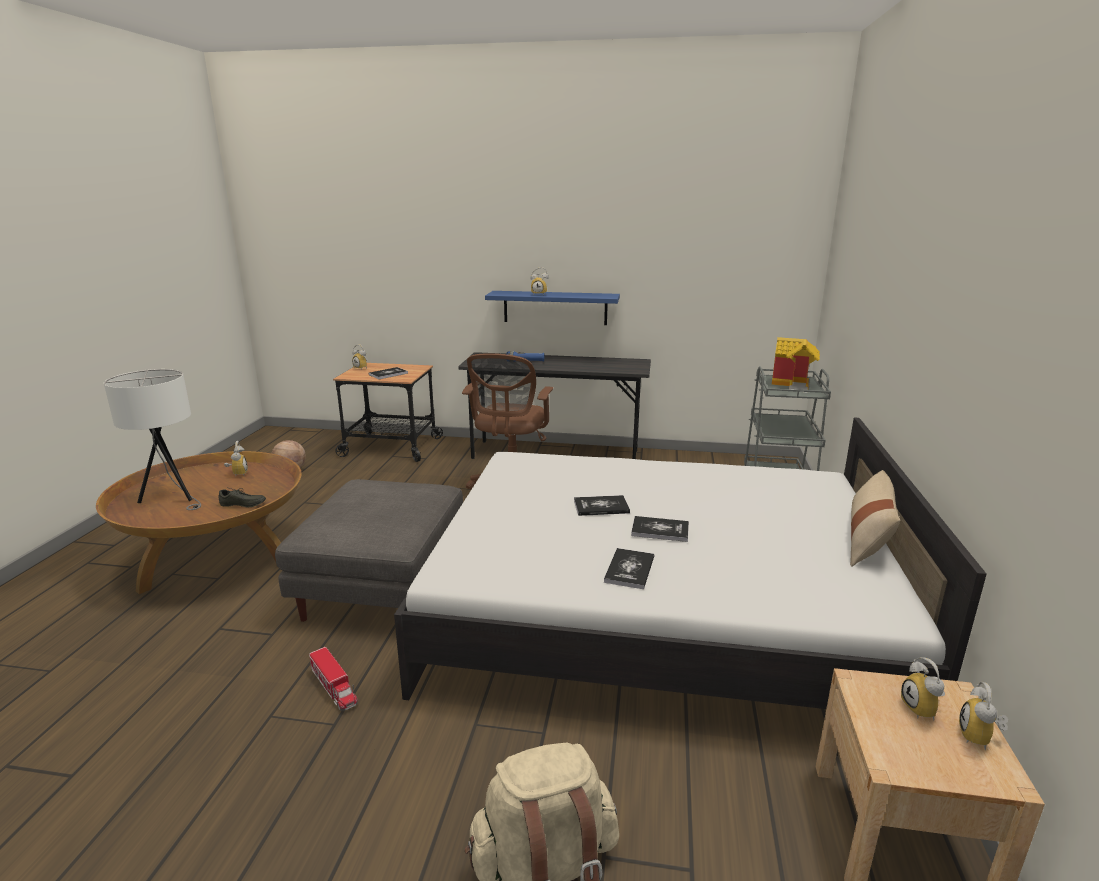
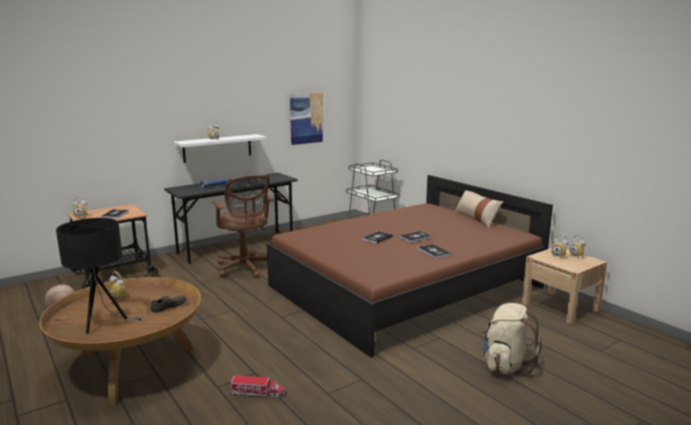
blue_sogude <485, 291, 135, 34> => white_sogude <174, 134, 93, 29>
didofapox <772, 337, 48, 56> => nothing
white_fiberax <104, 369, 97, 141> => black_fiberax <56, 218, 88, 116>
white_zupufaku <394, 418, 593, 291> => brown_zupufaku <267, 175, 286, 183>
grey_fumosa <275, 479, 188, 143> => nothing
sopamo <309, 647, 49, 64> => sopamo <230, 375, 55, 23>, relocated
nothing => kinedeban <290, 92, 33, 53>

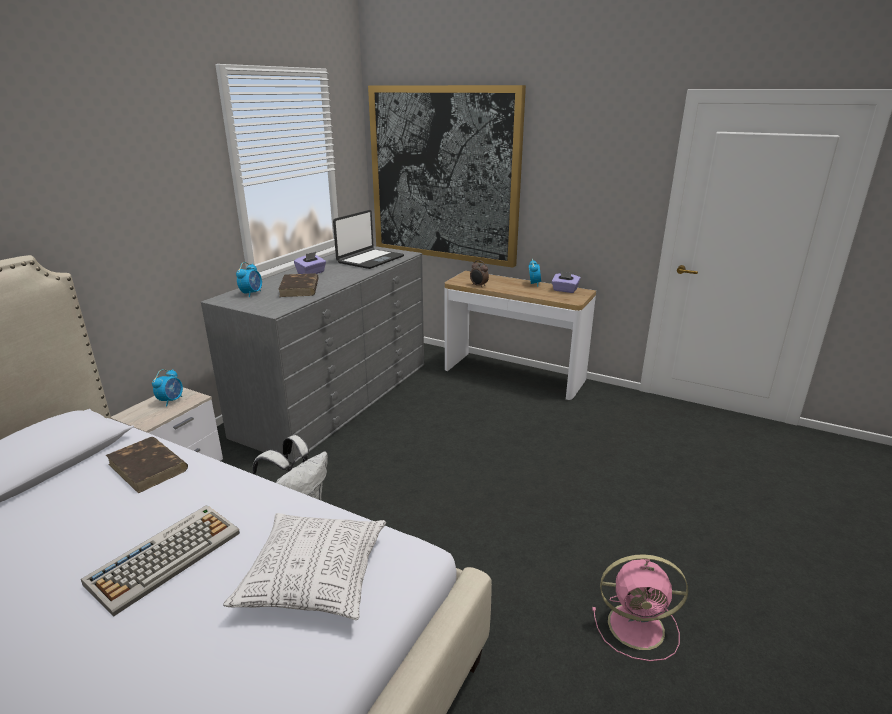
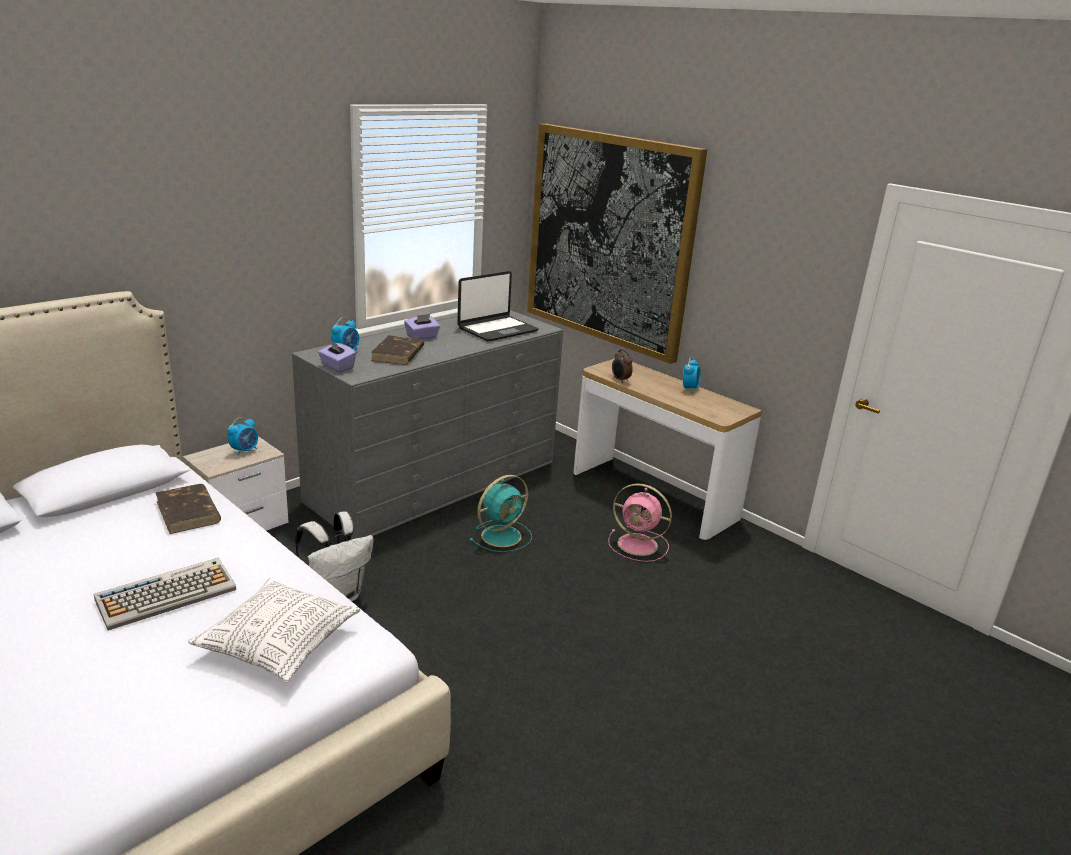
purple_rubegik <552, 271, 29, 22> => purple_rubegik <318, 340, 38, 32>, relocated
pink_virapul <592, 554, 96, 107> => pink_virapul <608, 483, 64, 79>, relocated
nothing => turquoise_virapul <470, 475, 62, 77>

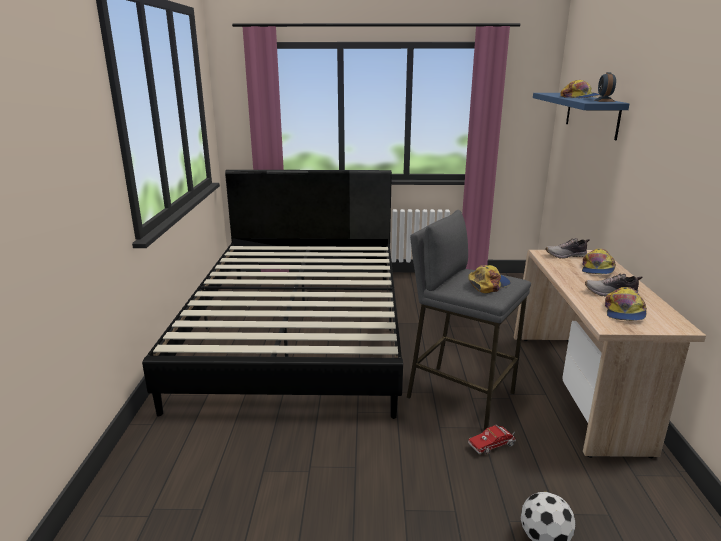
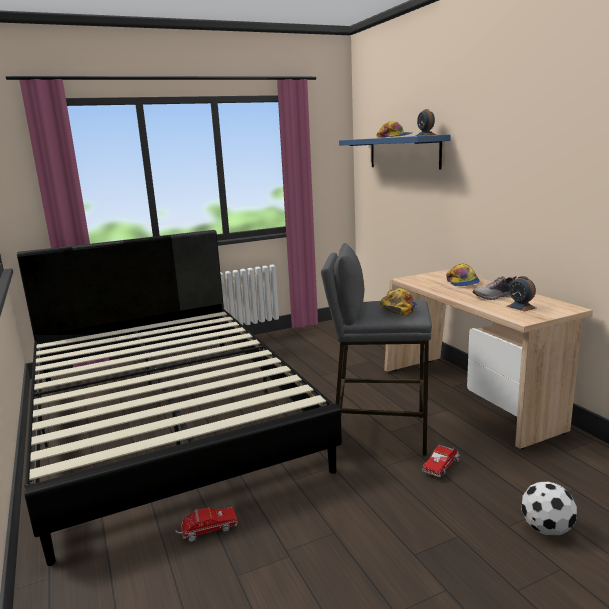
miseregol <545, 238, 45, 21> => nothing
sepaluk <605, 287, 42, 34> => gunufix <506, 276, 30, 35>
nothing => sopamo <175, 507, 63, 35>

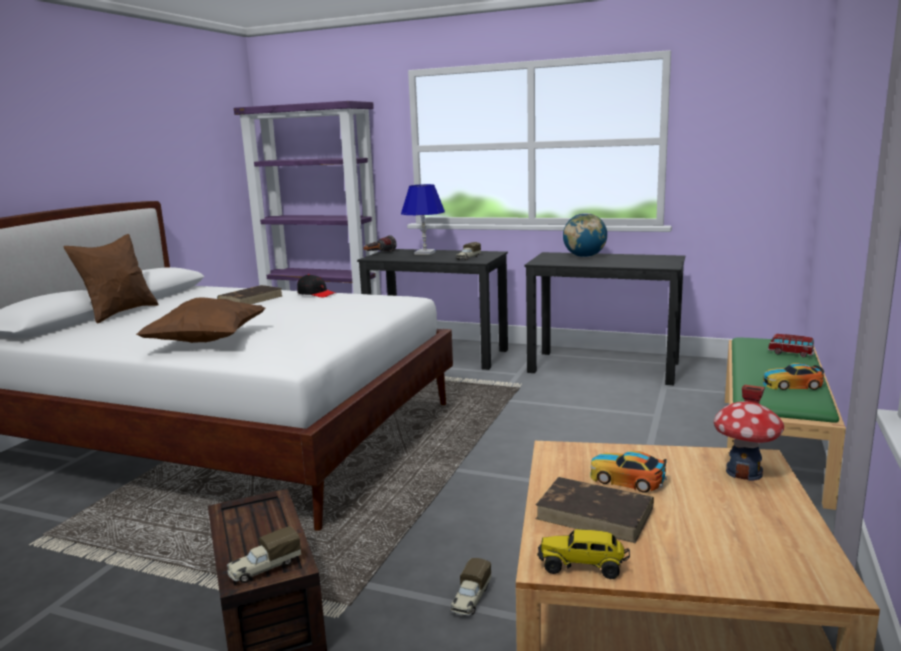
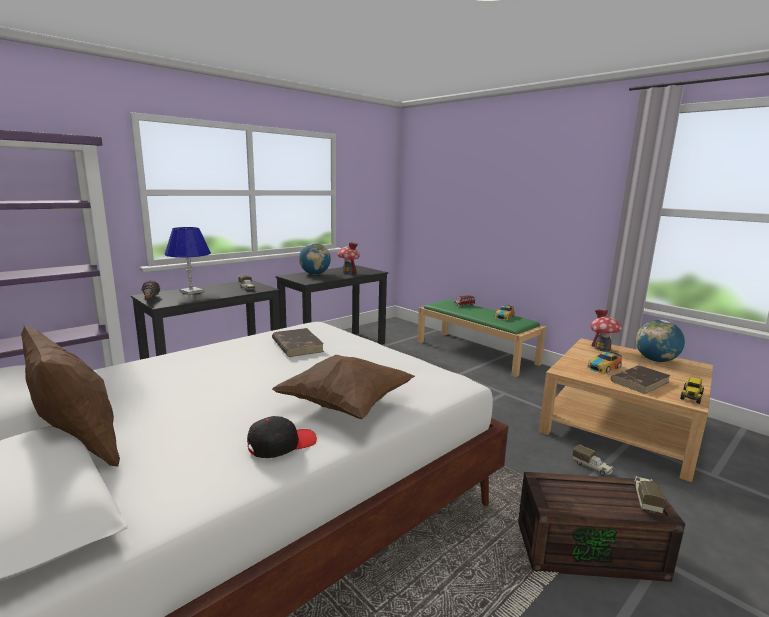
black_sepaluk <297, 274, 38, 23> => black_sepaluk <247, 416, 70, 42>, relocated
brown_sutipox <217, 285, 65, 19> => brown_sutipox <272, 328, 52, 29>, relocated
sopamo <227, 526, 74, 57> => sopamo <634, 476, 32, 38>, 150 degrees counterclockwise
nothing => didofapox <337, 242, 23, 32>
nothing => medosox <636, 320, 49, 42>

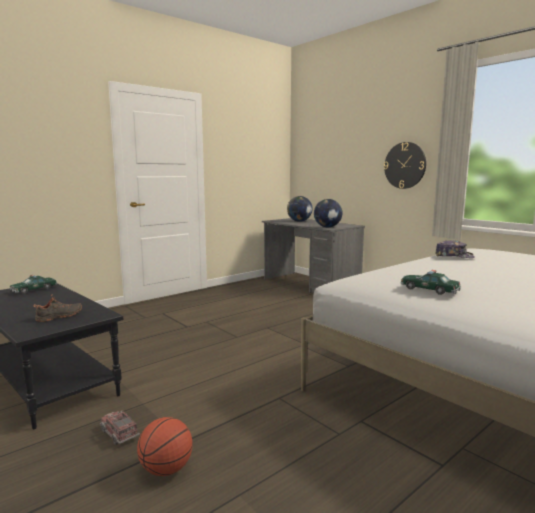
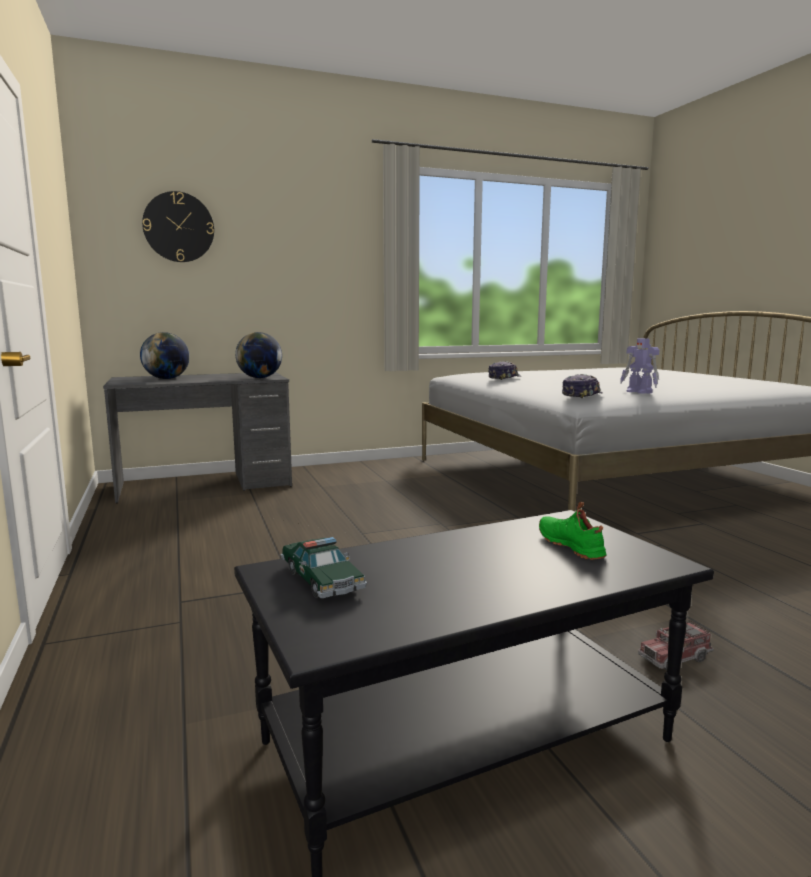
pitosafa <384, 142, 42, 47> => pitosafa <142, 191, 72, 71>, relocated
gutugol <401, 270, 60, 25> => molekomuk <620, 338, 39, 56>
black_miseregol <34, 294, 48, 28> => green_miseregol <539, 502, 68, 58>
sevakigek <137, 417, 56, 59> => nothing
nothing => sepaluk <562, 374, 41, 24>

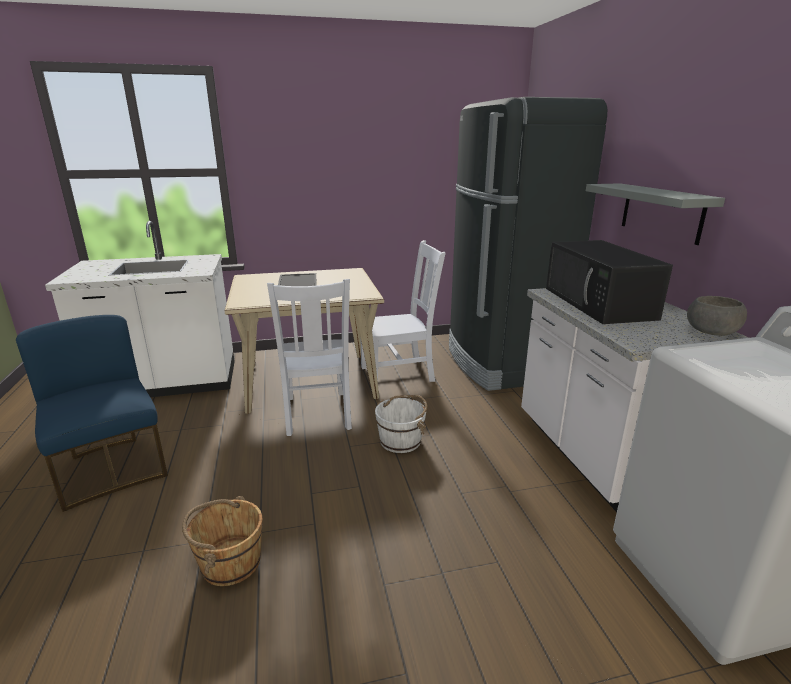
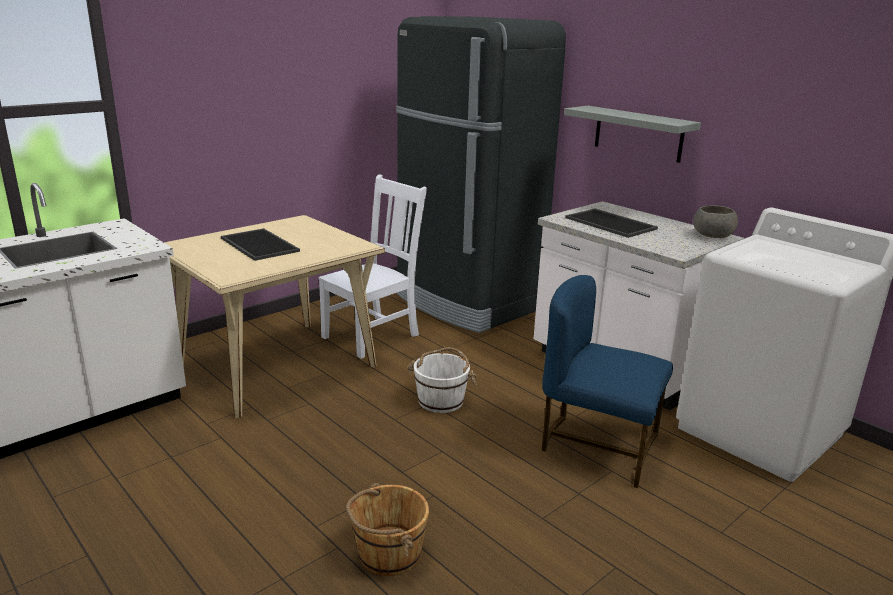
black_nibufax <546, 240, 127, 84> => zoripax <565, 209, 93, 29>
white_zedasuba <267, 279, 85, 157> => nothing
blue_zedasuba <16, 315, 152, 197> => blue_zedasuba <542, 275, 131, 213>, relocated

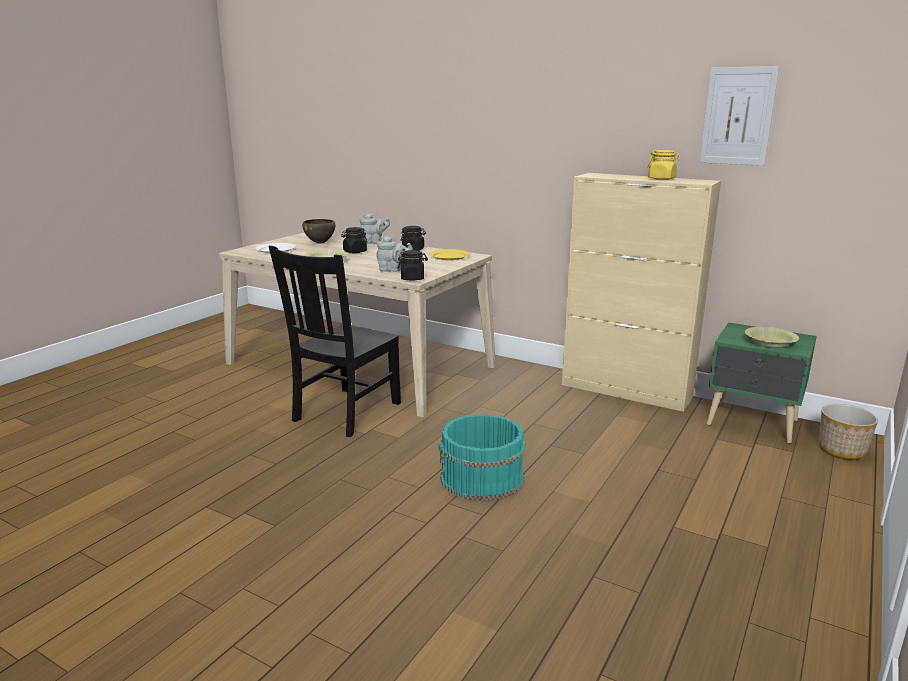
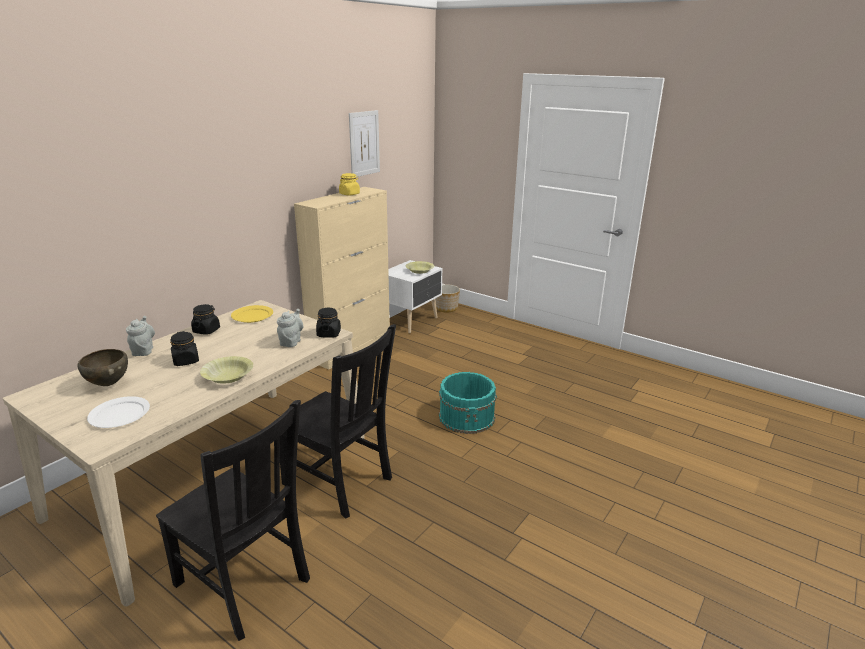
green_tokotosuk <706, 322, 111, 121> => white_tokotosuk <388, 260, 54, 73>
nothing => black_zedasuba <156, 400, 154, 241>

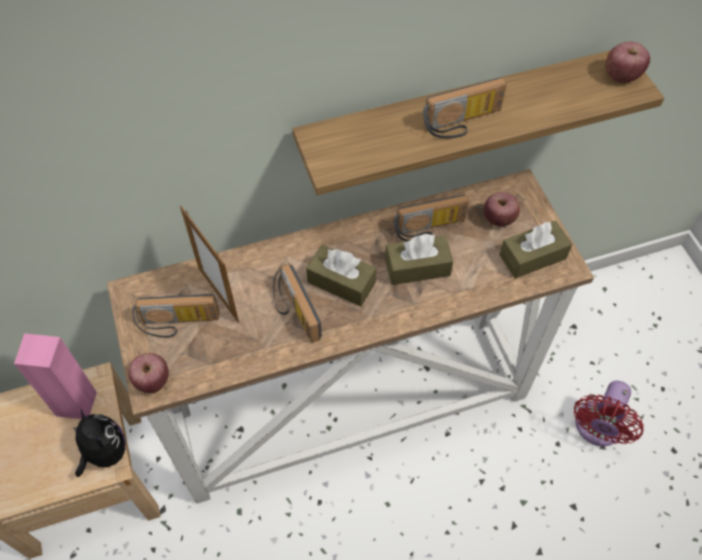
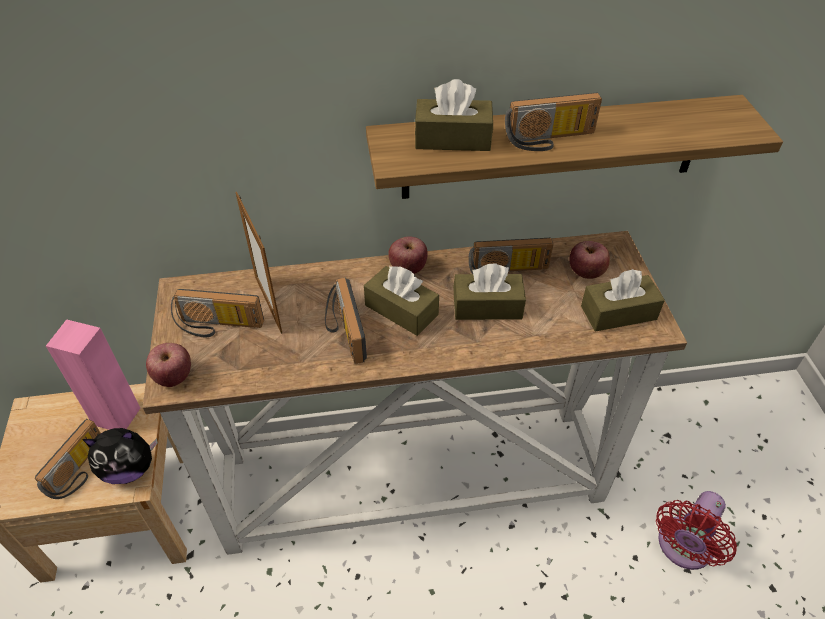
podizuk <605, 41, 45, 42> => podizuk <388, 236, 40, 38>, relocated
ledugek <73, 409, 52, 68> => ledugek <82, 428, 76, 56>, 105 degrees clockwise
nothing => brown_rubegik <415, 79, 78, 72>
nothing => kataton <35, 419, 66, 80>

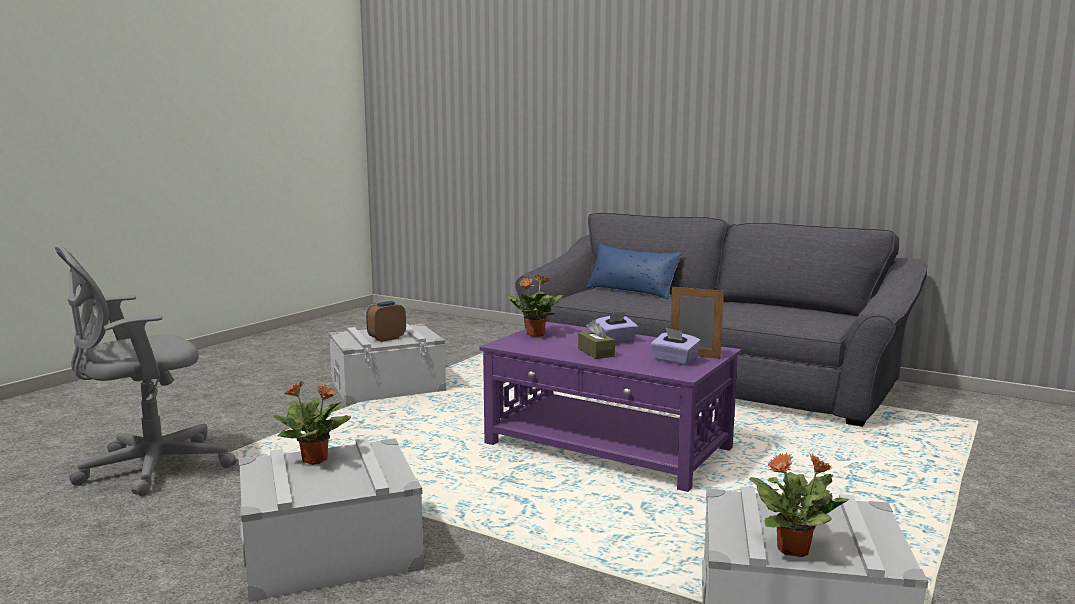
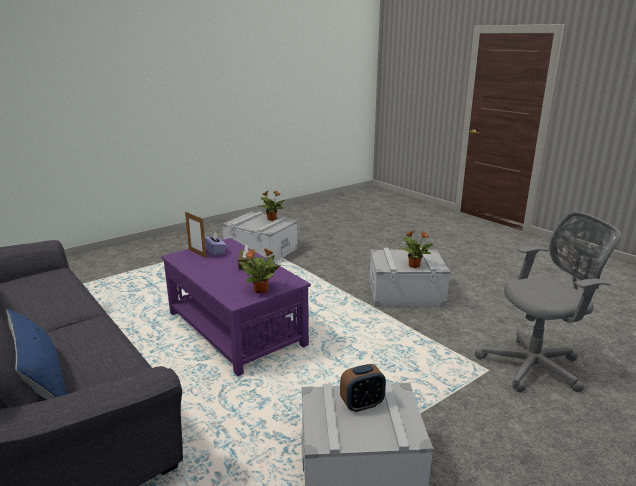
purple_rubegik <596, 311, 42, 33> => nothing

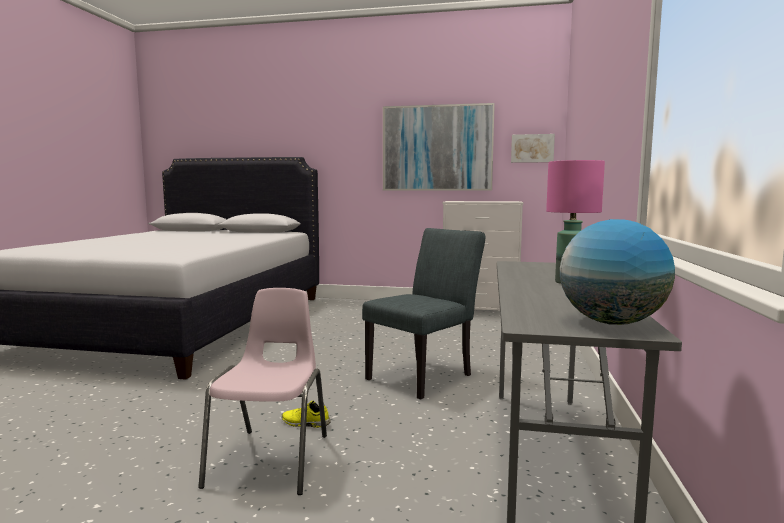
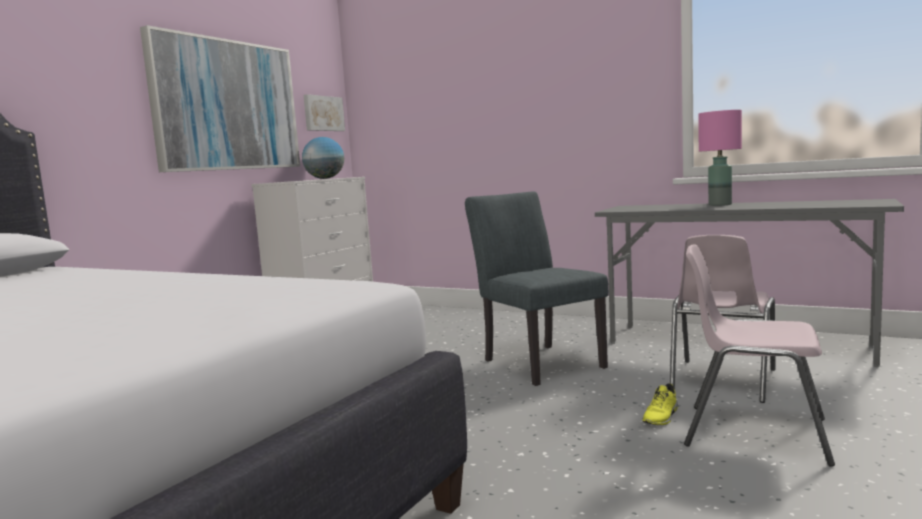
medosox <560, 219, 115, 106> => medosox <302, 137, 42, 42>, relocated
nothing => pink_zedasuba <670, 235, 106, 168>

